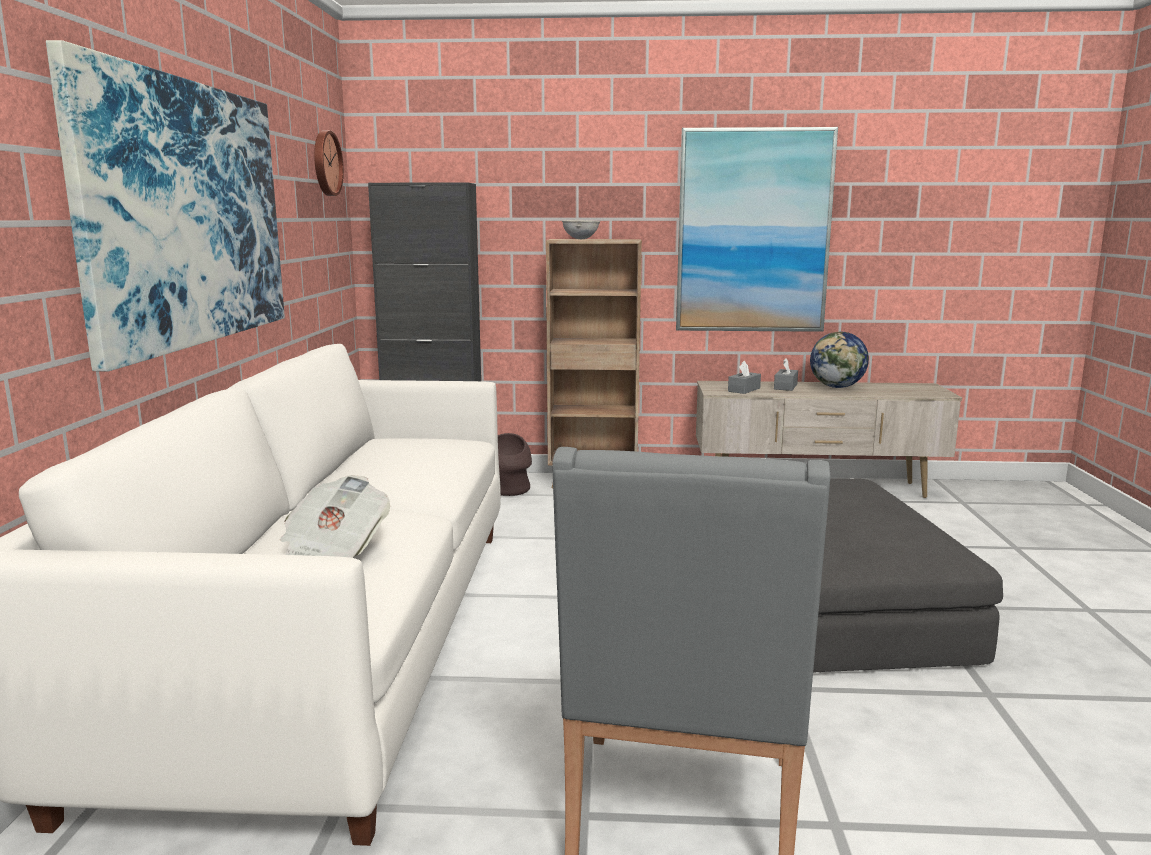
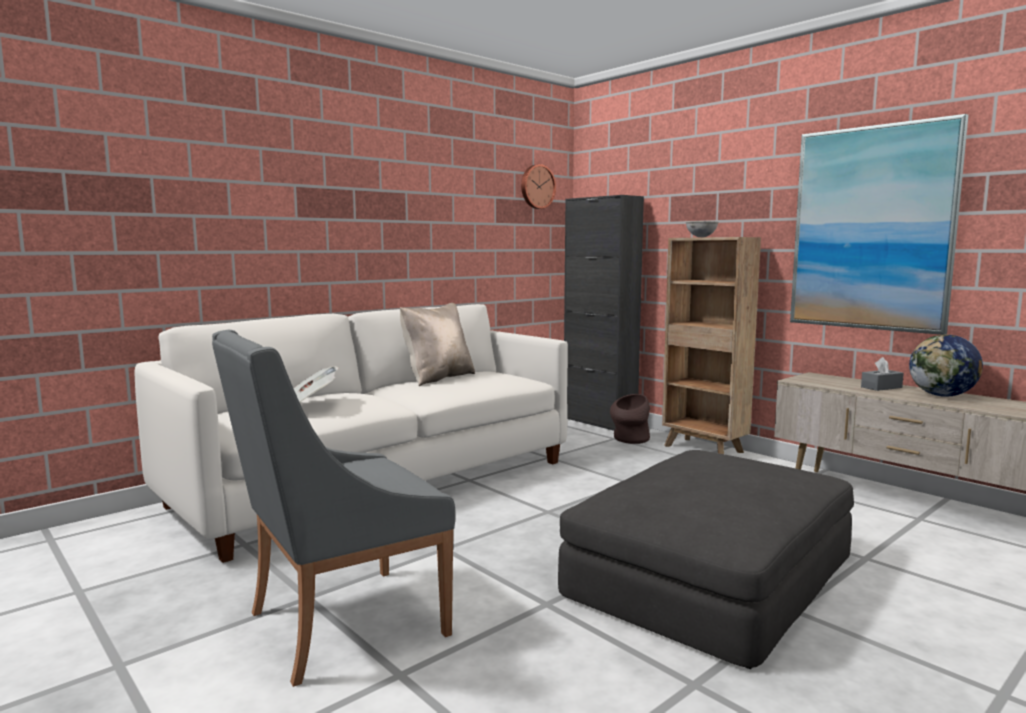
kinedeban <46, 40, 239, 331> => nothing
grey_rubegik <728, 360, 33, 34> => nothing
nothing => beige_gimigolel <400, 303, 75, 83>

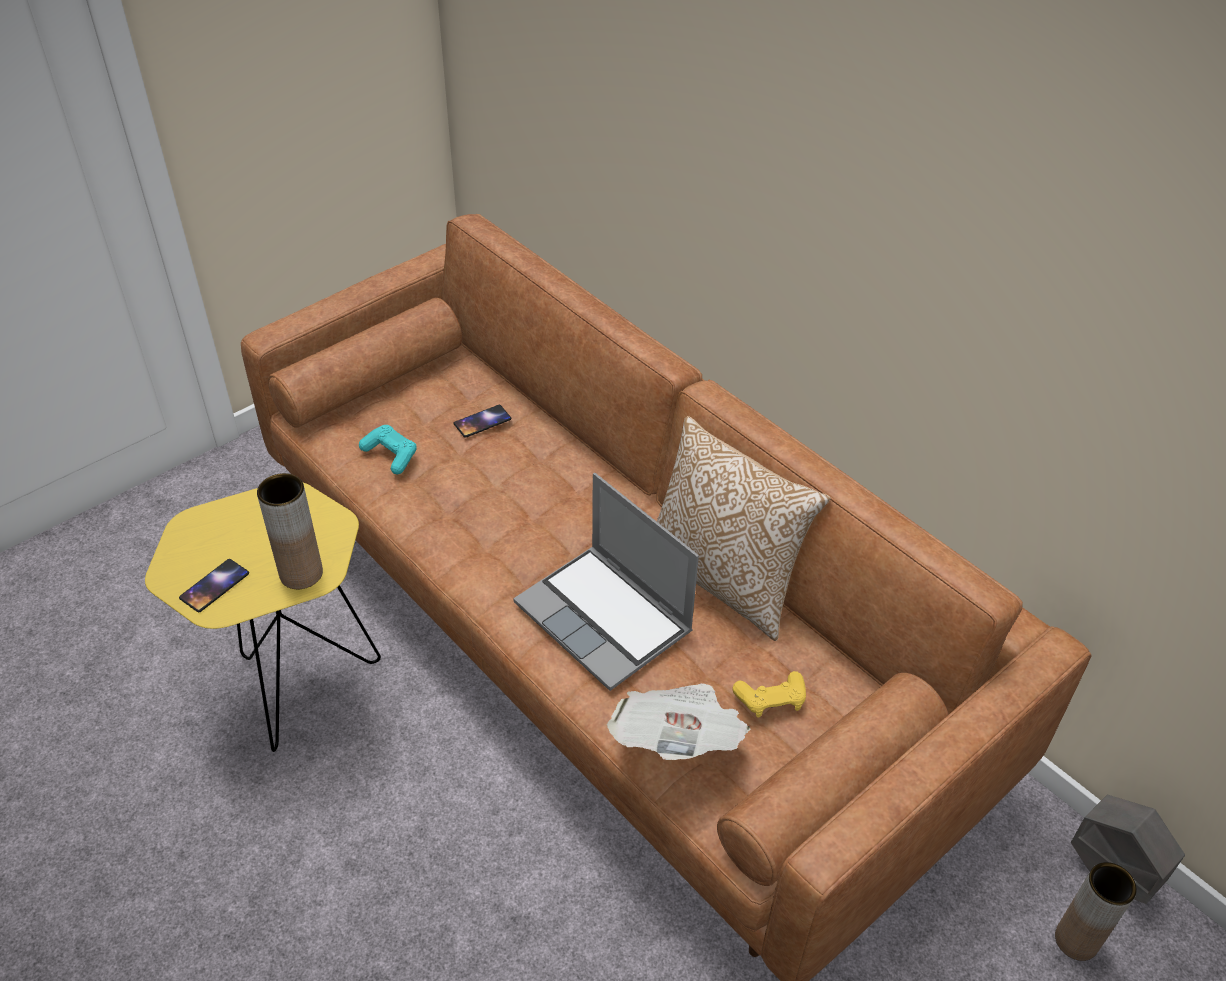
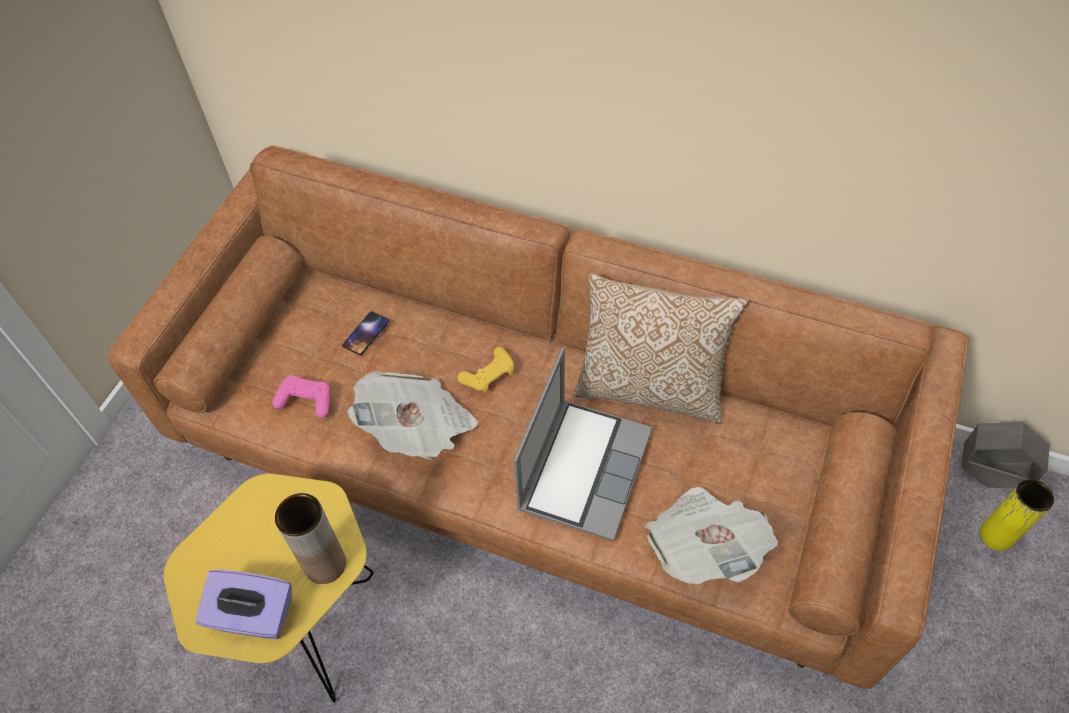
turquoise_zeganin <359, 425, 57, 49> => pink_zeganin <272, 376, 58, 42>
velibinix <513, 473, 186, 218> => velibinix <514, 347, 138, 194>, 90 degrees counterclockwise
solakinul <179, 559, 70, 53> => purple_rubegik <196, 570, 96, 69>
yellow_zeganin <732, 671, 74, 47> => yellow_zeganin <457, 347, 57, 46>, relocated
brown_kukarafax <1055, 862, 82, 99> => yellow_kukarafax <980, 479, 74, 72>
nothing => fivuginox <347, 371, 131, 88>

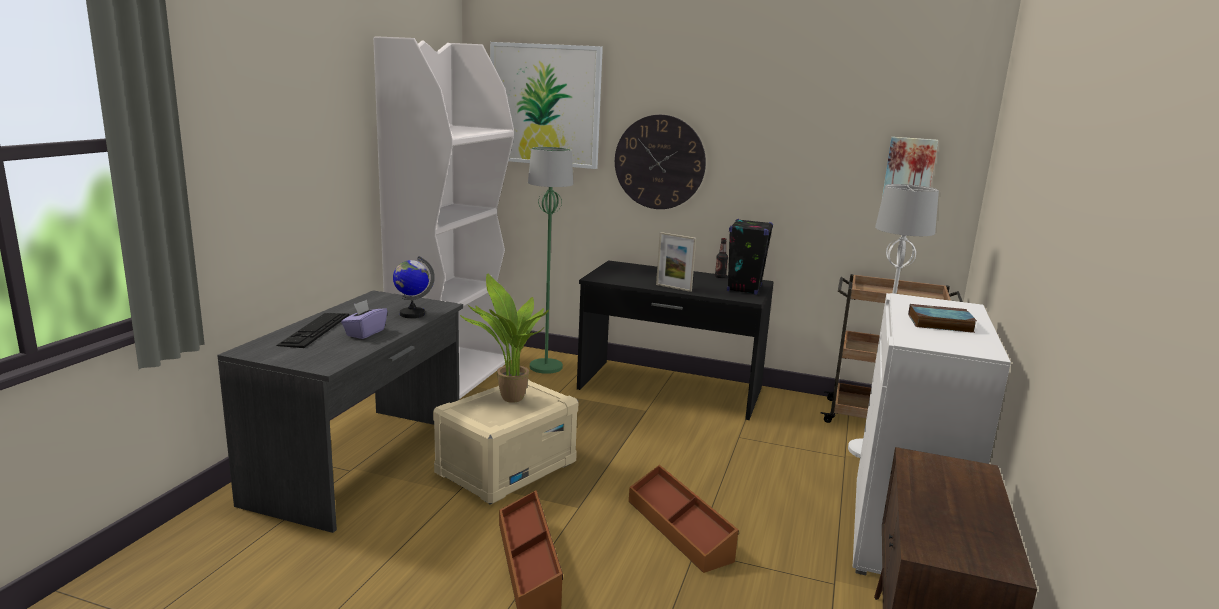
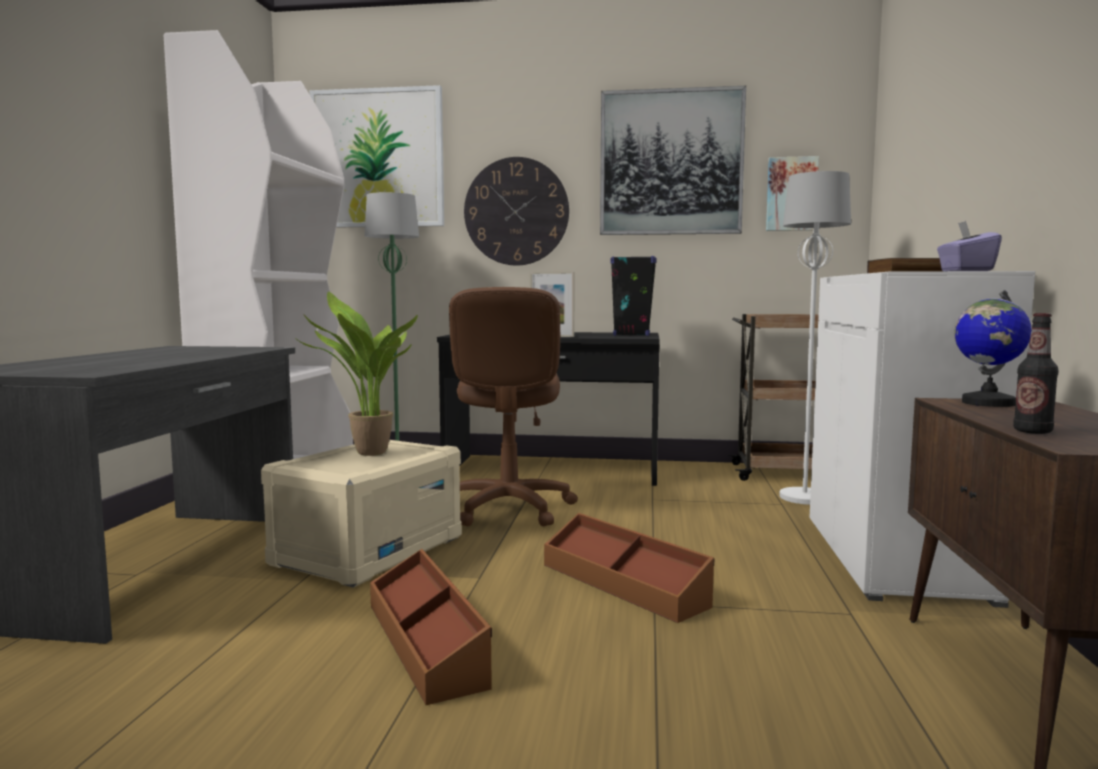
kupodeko <715, 238, 13, 40> => kupodeko <1013, 313, 46, 121>, relocated
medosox <393, 256, 42, 62> => medosox <954, 290, 78, 117>, relocated
purple_rubegik <341, 300, 46, 39> => purple_rubegik <937, 221, 65, 50>, relocated
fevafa <277, 313, 72, 35> => nothing
nothing => kinedeban <600, 86, 146, 149>
nothing => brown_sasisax <449, 287, 129, 239>

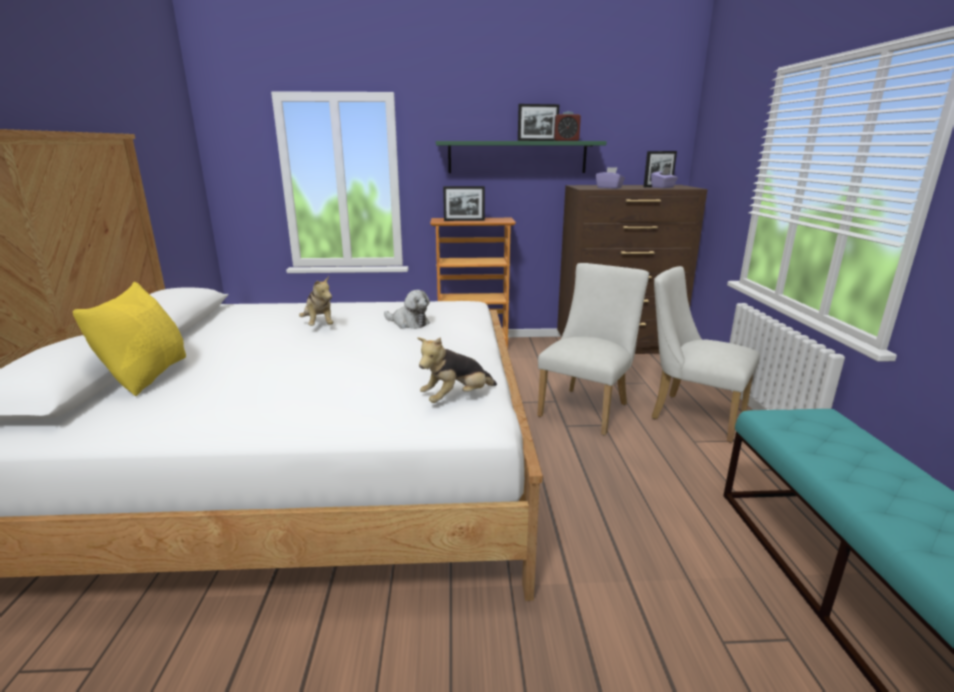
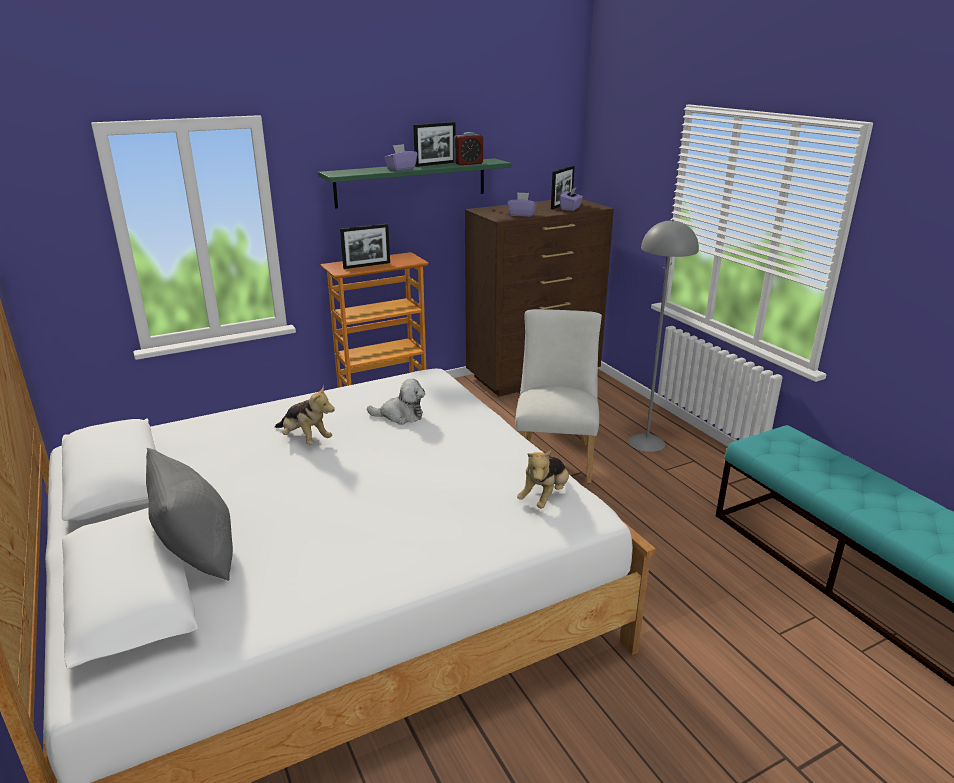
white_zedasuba <652, 266, 108, 177> => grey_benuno <628, 219, 71, 233>
yellow_gimigolel <73, 282, 113, 114> => grey_gimigolel <146, 448, 87, 133>
nothing => purple_rubegik <384, 144, 33, 27>

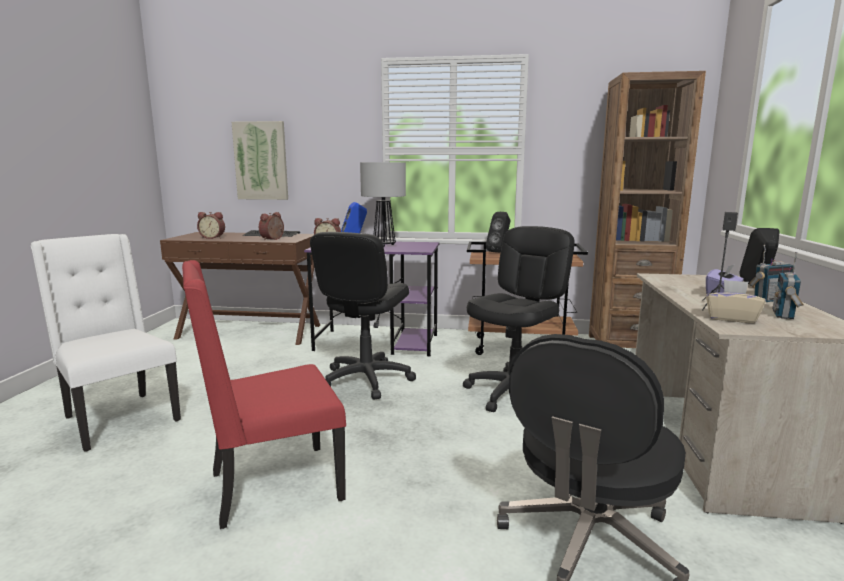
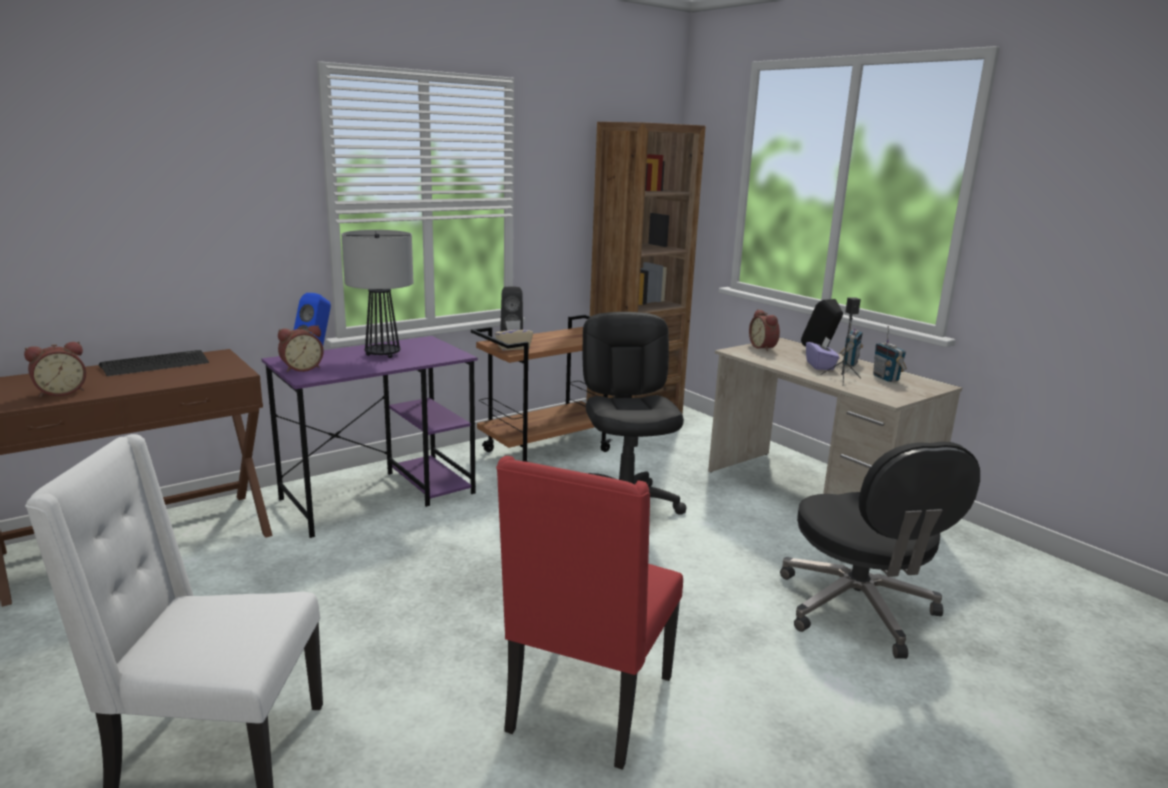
kinedeban <232, 121, 56, 79> => nothing
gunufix <259, 212, 25, 29> => gunufix <749, 309, 31, 42>, relocated
black_sasisax <310, 232, 106, 168> => nothing
beige_rubegik <706, 280, 60, 43> => beige_rubegik <495, 321, 38, 30>, relocated

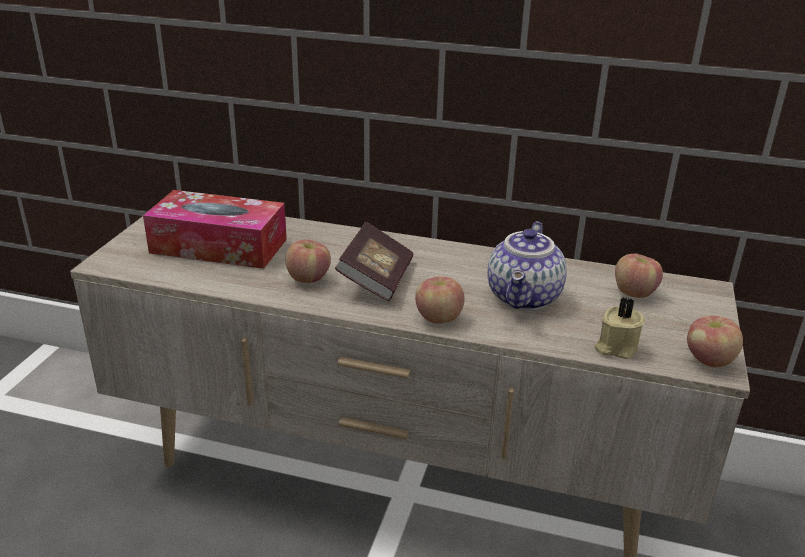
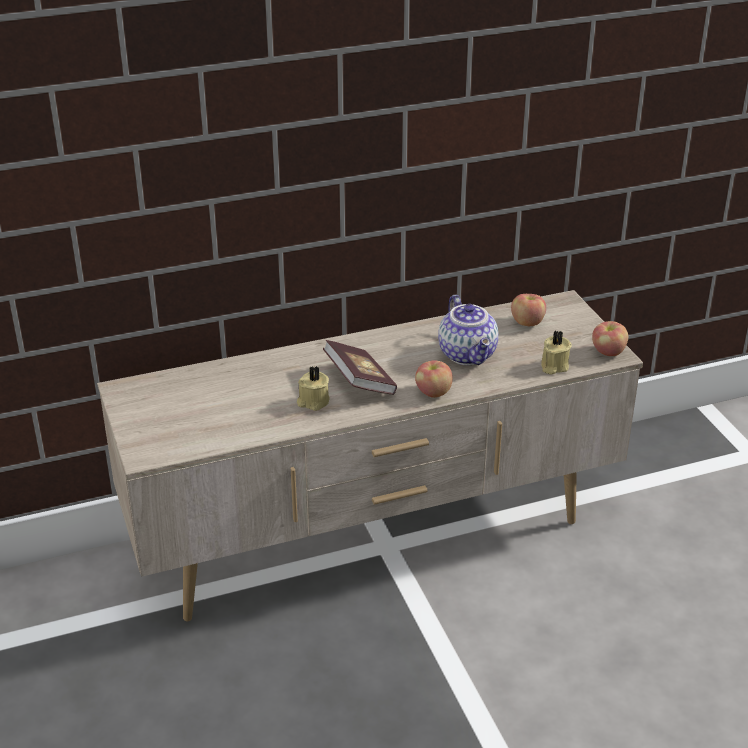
rubegik <143, 190, 144, 79> => nothing
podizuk <285, 240, 46, 43> => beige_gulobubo <297, 366, 33, 45>

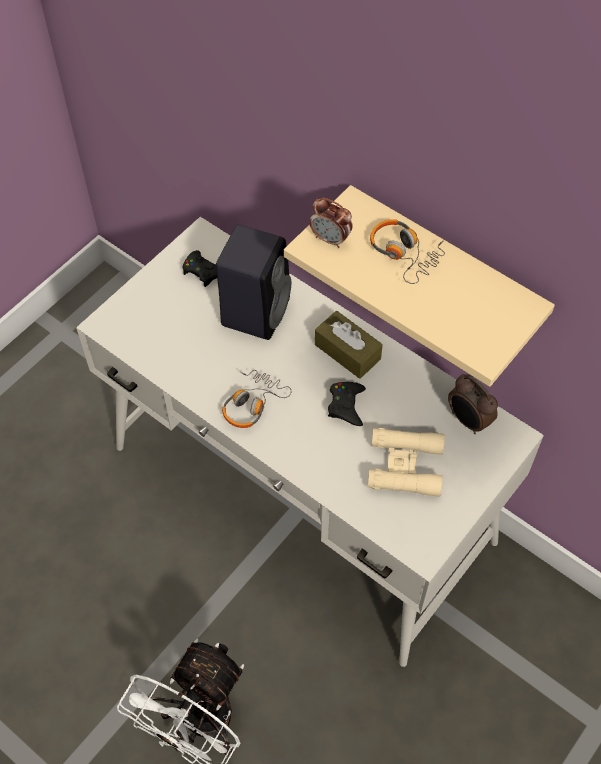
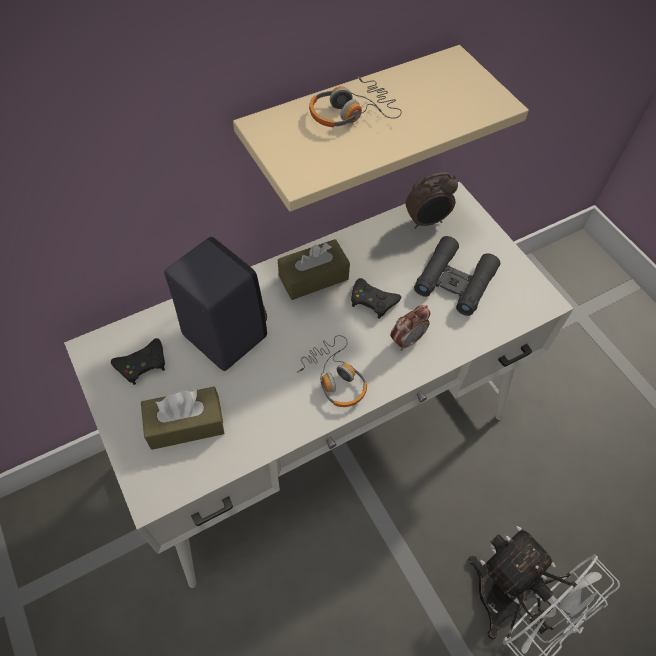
gunufix <309, 198, 44, 50> => gunufix <390, 305, 40, 46>, relocated
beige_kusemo <368, 428, 77, 69> => black_kusemo <414, 236, 86, 80>
nothing => brown_rubegik <141, 387, 83, 63>

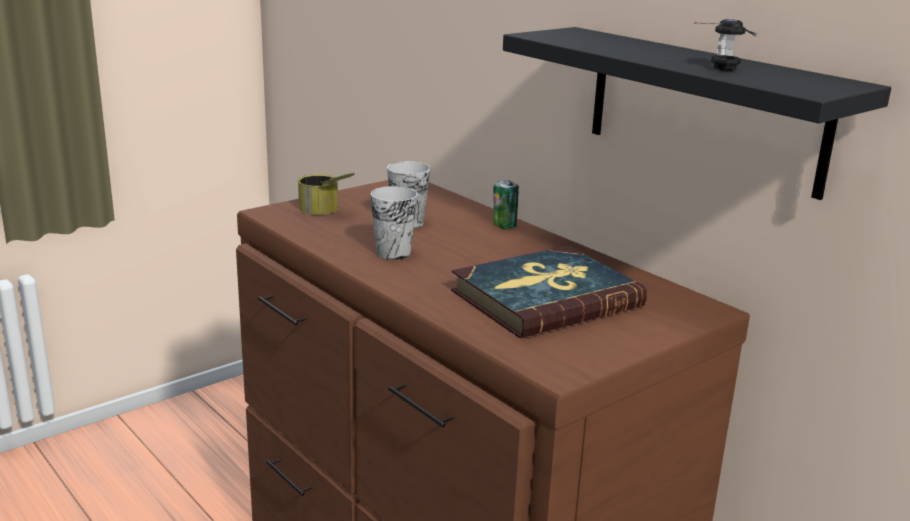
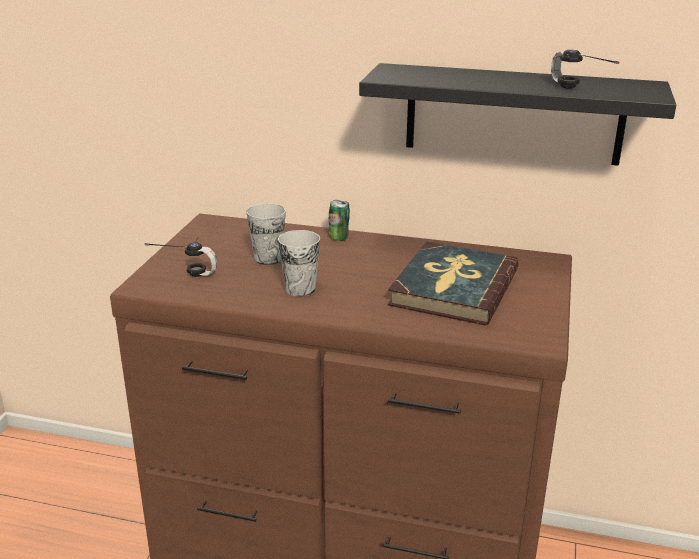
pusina <298, 173, 57, 42> => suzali <144, 235, 73, 42>

